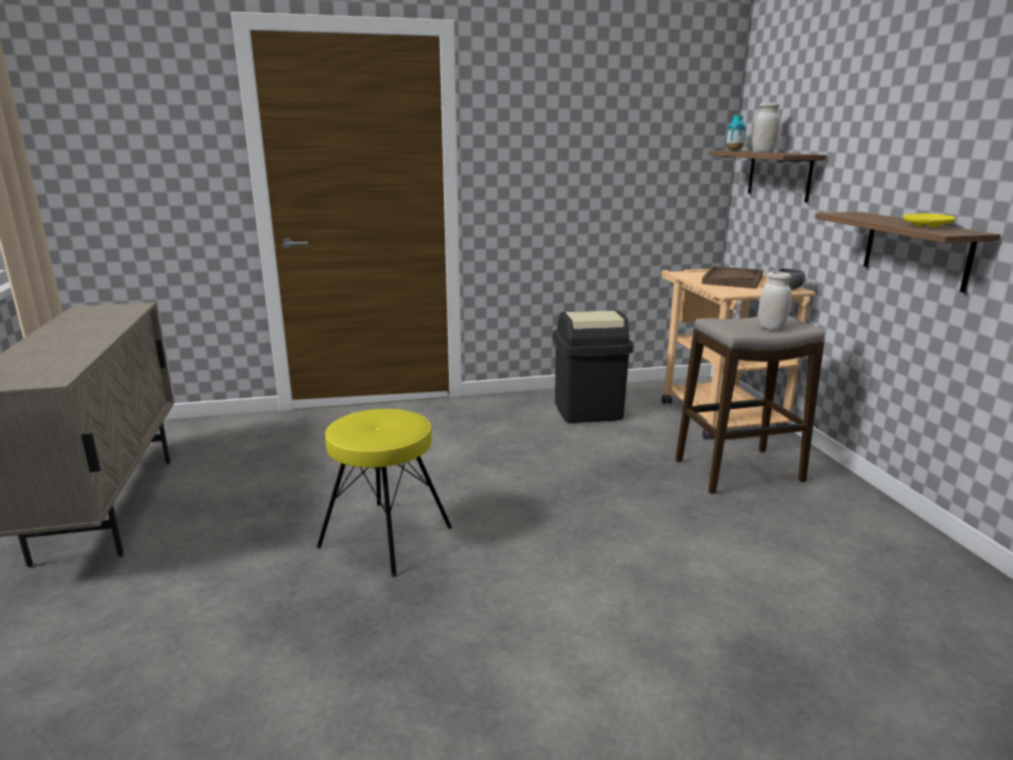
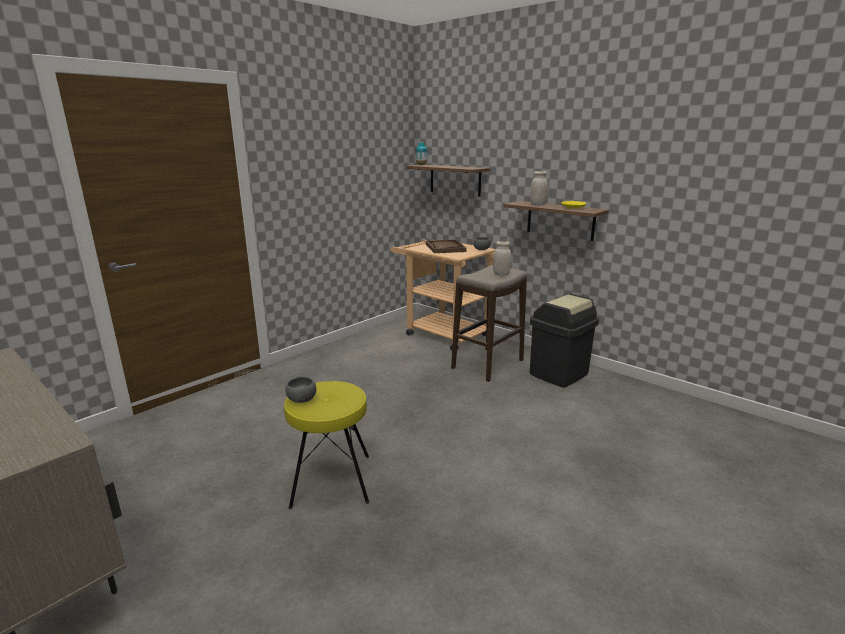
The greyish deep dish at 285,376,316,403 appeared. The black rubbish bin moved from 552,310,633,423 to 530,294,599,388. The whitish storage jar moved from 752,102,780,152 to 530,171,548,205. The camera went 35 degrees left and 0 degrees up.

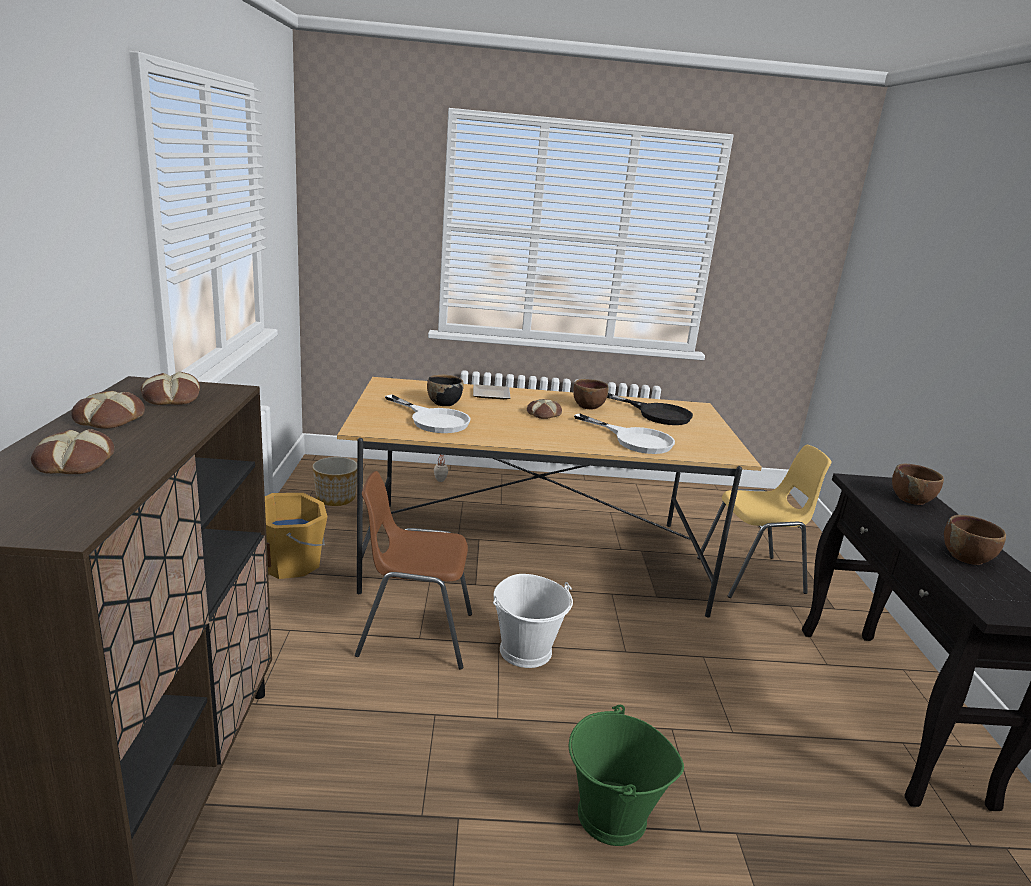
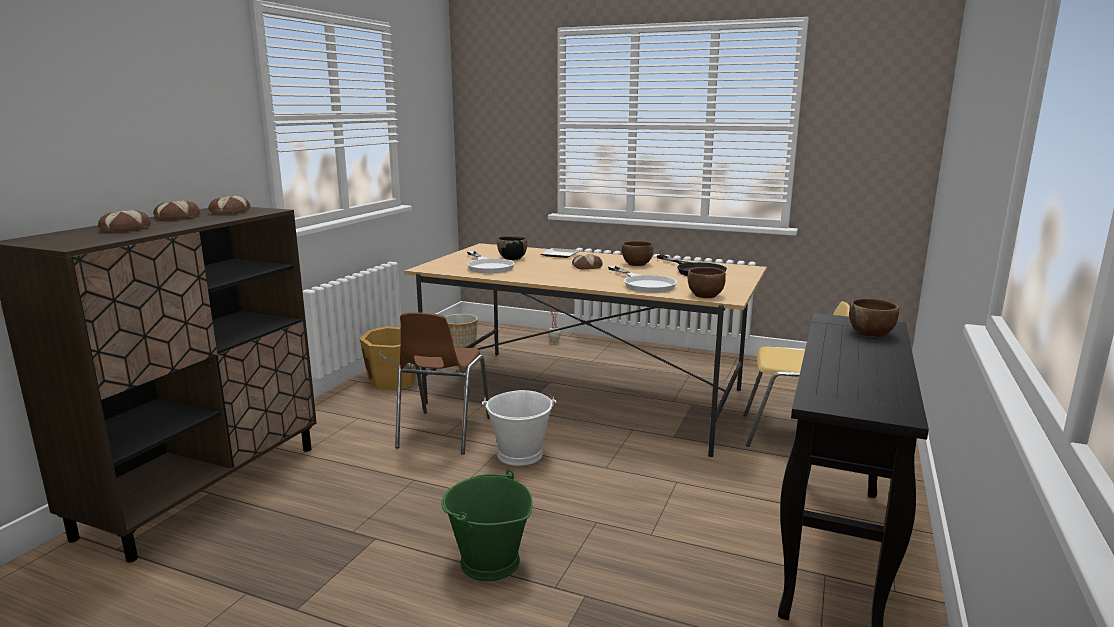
The brown-coloured deep dish moved from 944,515,1006,565 to 688,267,726,298. The brown-coloured chair at 355,471,472,669 turned 105 degrees counterclockwise. The camera went 25 degrees right and 5 degrees down.

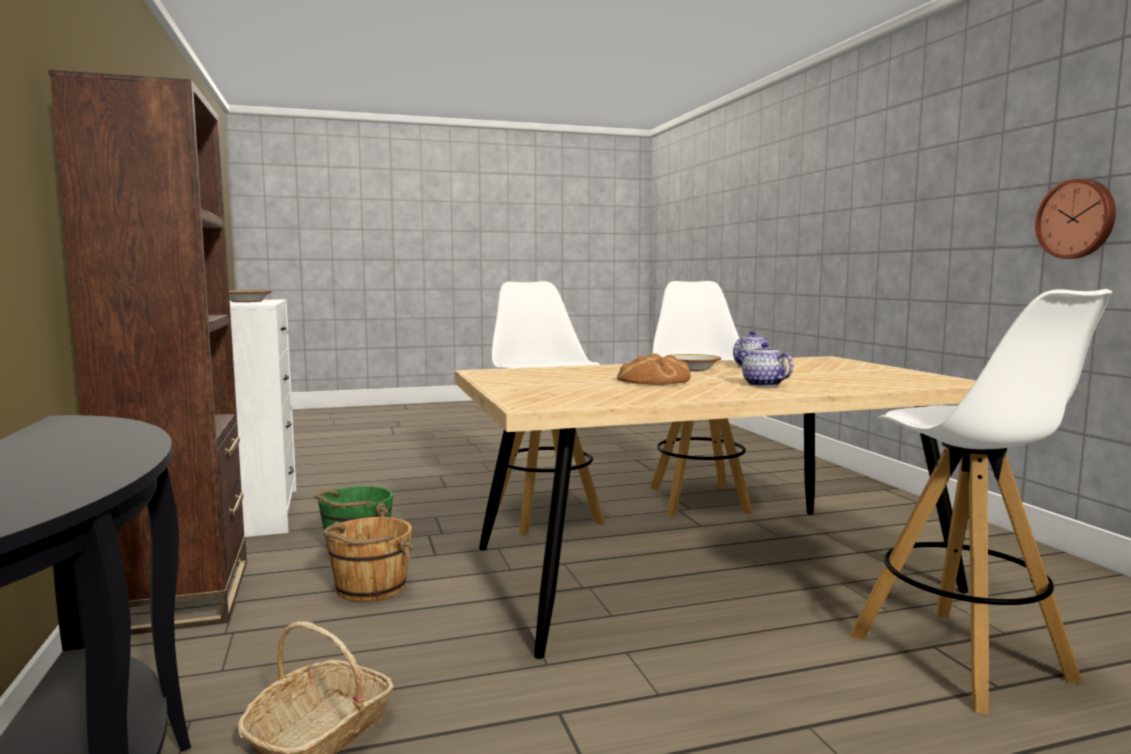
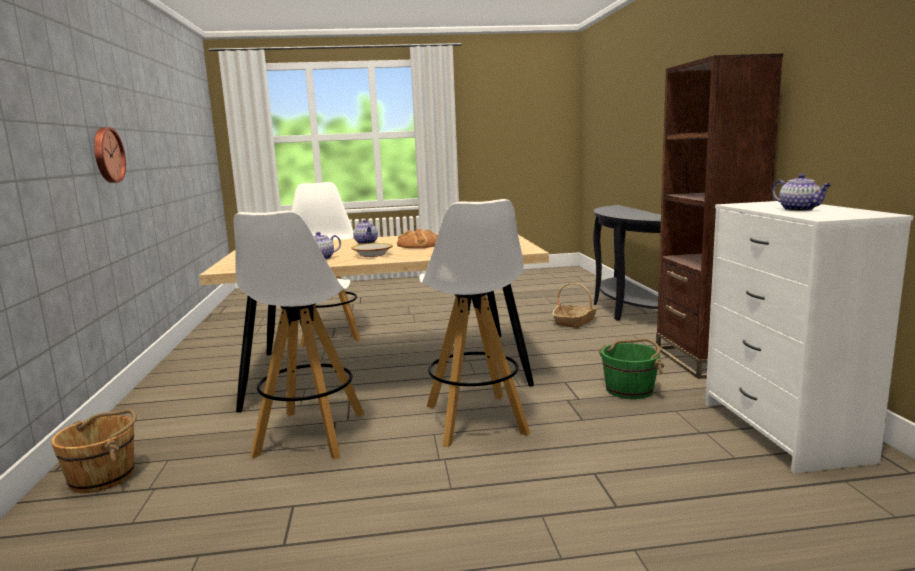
The brown-coloured water bucket moved from 323,517,413,602 to 51,409,137,493. The deep dish at 229,291,272,302 was replaced by the teapot at 772,174,832,211. The camera went 170 degrees left and 5 degrees up.

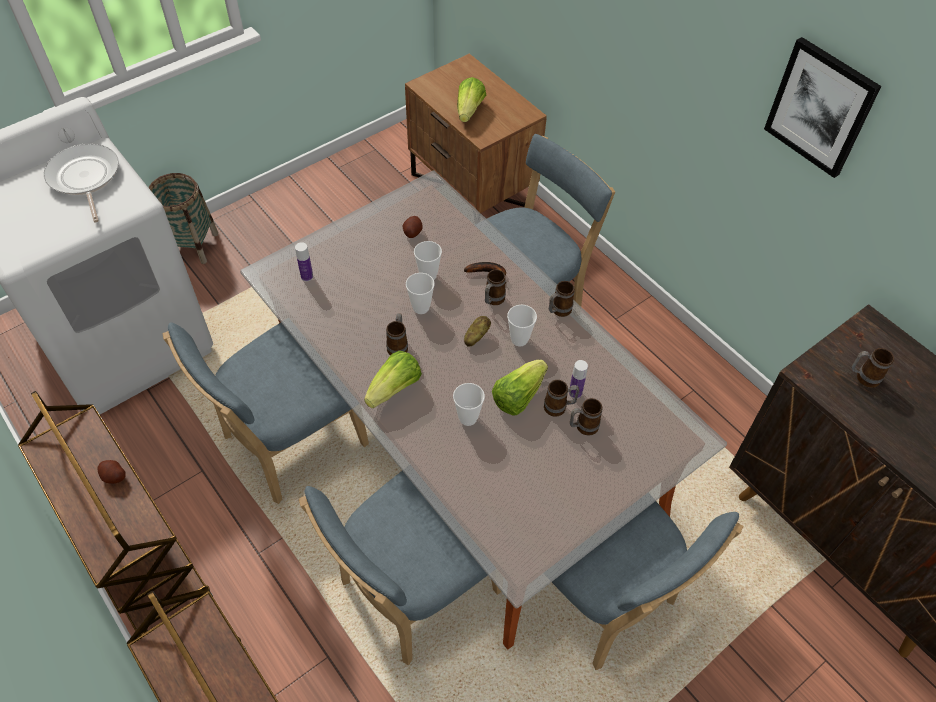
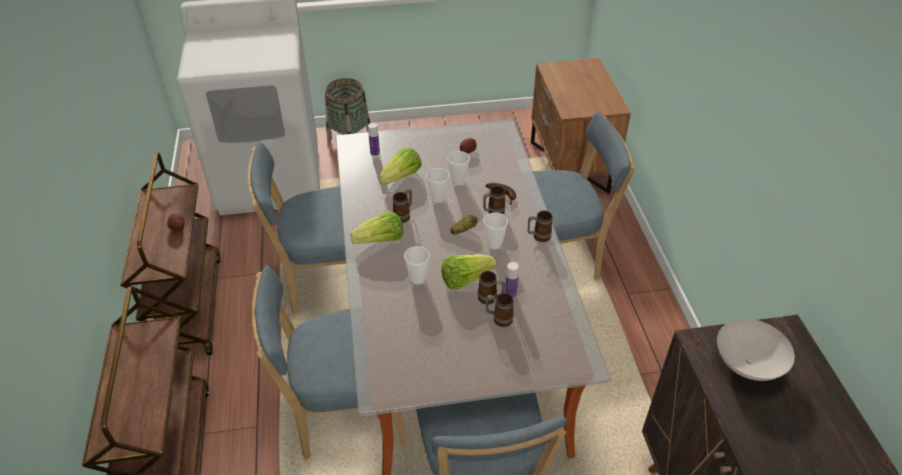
The frying pan at 44,143,119,223 disappeared. The wall picture at 764,37,881,178 disappeared. The lettuce head moved from 457,77,486,122 to 379,148,422,185. The tea mug at 852,348,894,388 was replaced by the whitish deep dish at 717,319,795,381. The camera went 30 degrees right and 10 degrees down.

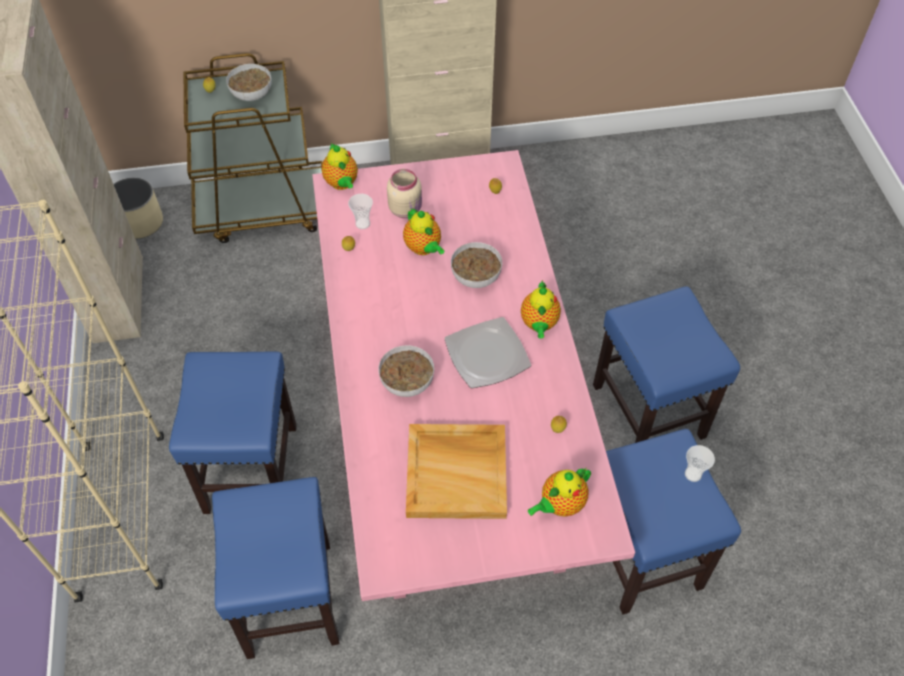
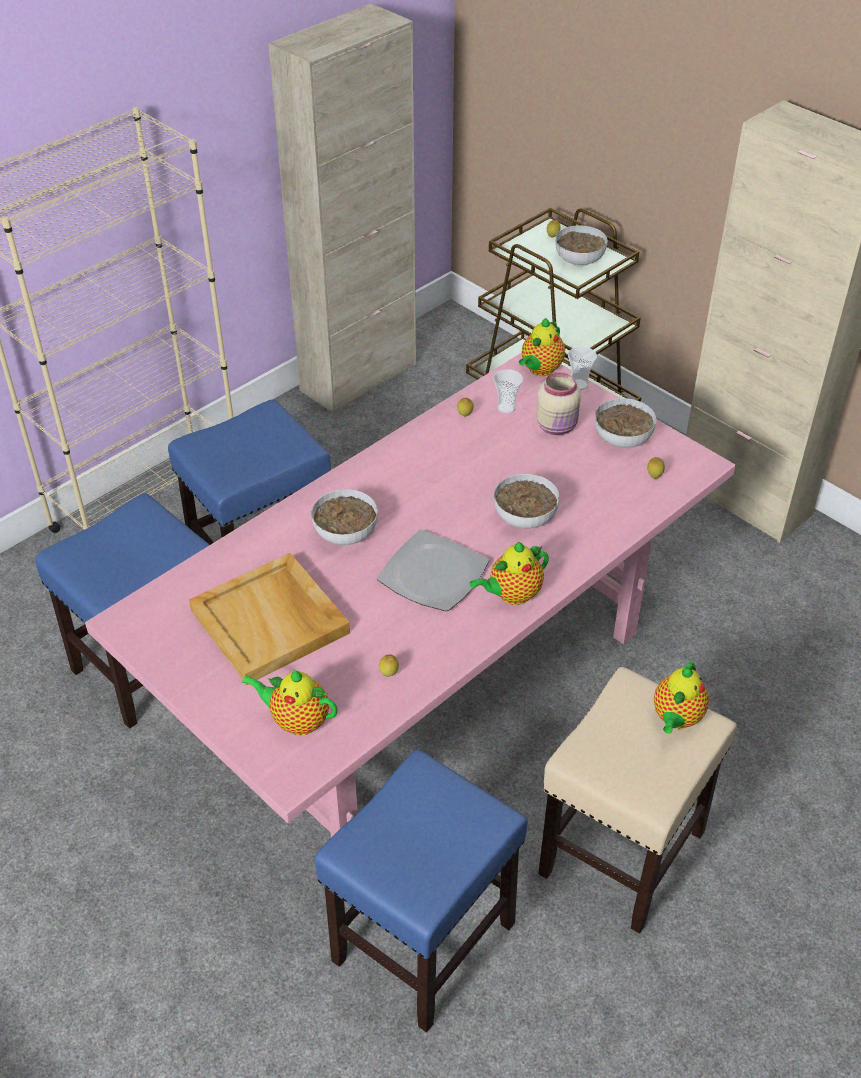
The beige-coloured planter at 114,177,163,239 disappeared. The deep dish at 595,398,656,448 appeared. The teapot moved from 403,208,444,255 to 654,661,709,734. The small cup moved from 685,445,715,482 to 568,347,597,390. The blue sitting stool at 593,286,740,443 became the beige-coloured sitting stool at 538,667,737,933. The camera went 55 degrees right and 10 degrees down.

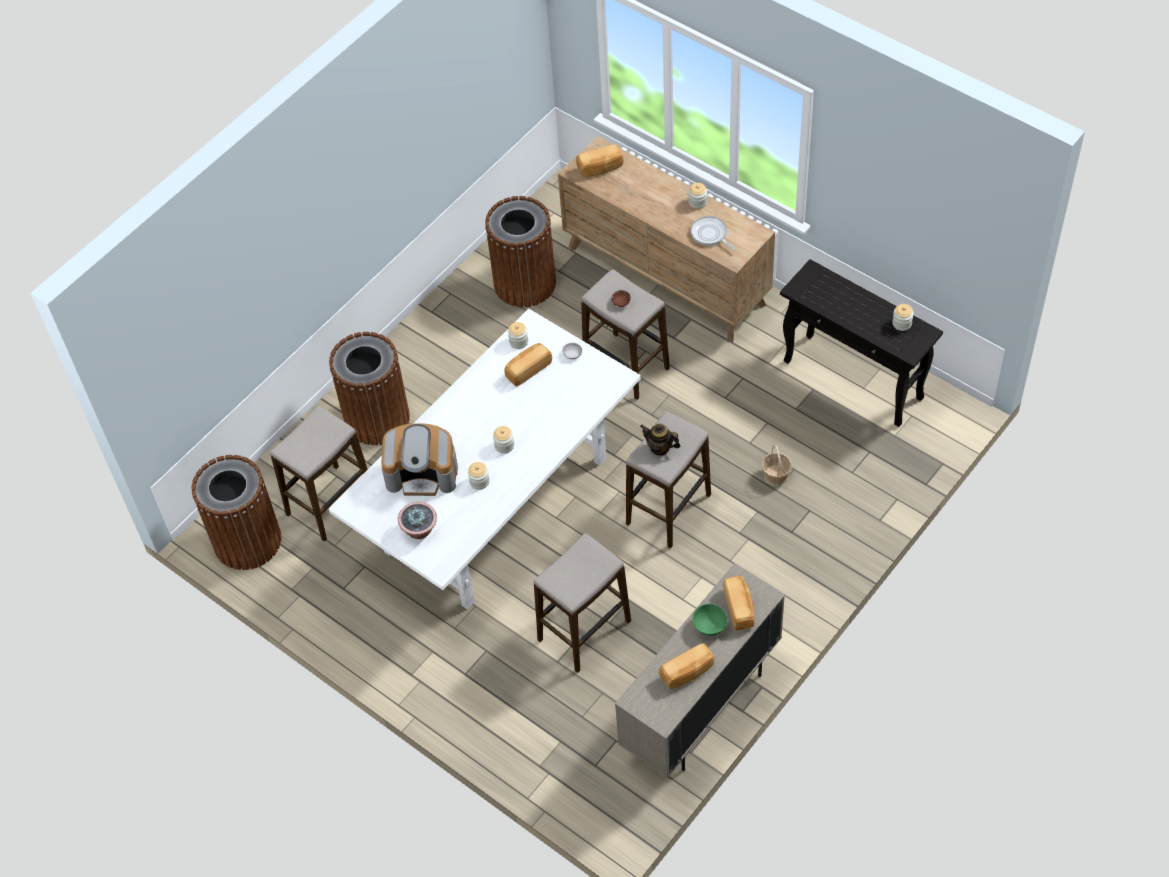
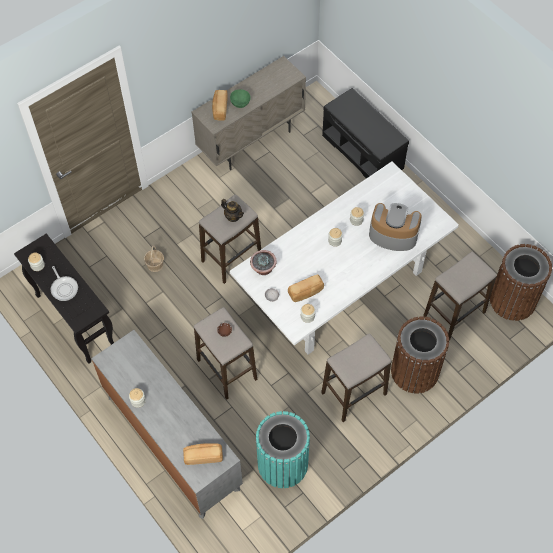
The bakery bread at 659,643,715,689 disappeared. The black bench at 322,88,409,178 appeared. The plant in a pot moved from 398,502,437,539 to 250,250,277,275. The sitting stool moved from 534,533,631,673 to 321,333,391,422. The frying pan moved from 691,216,737,251 to 51,266,78,301. The brown-coloured rubbish bin at 485,196,556,307 became the turquoise rubbish bin at 256,411,310,488. The brown-coloured dresser at 558,136,775,342 became the greyish dresser at 91,330,243,519. The camera went 170 degrees left and 5 degrees up.

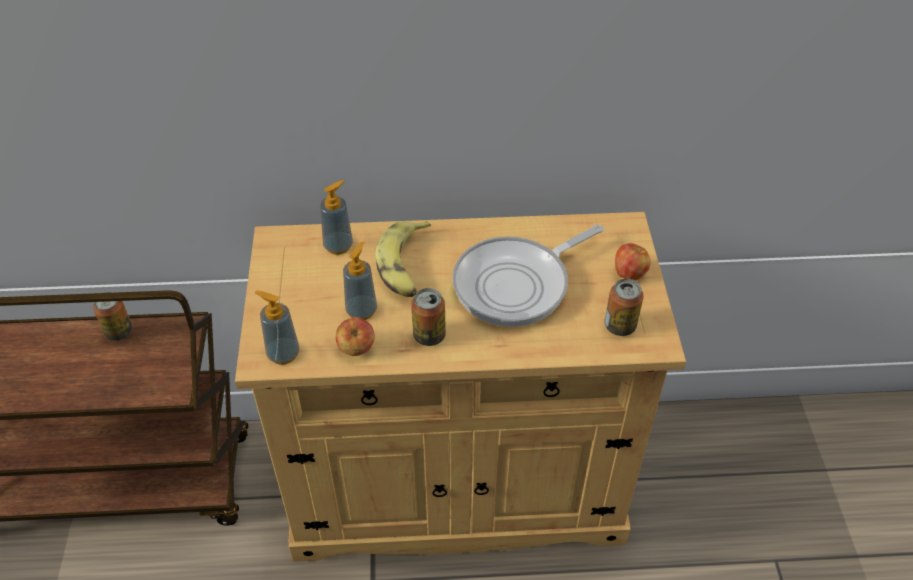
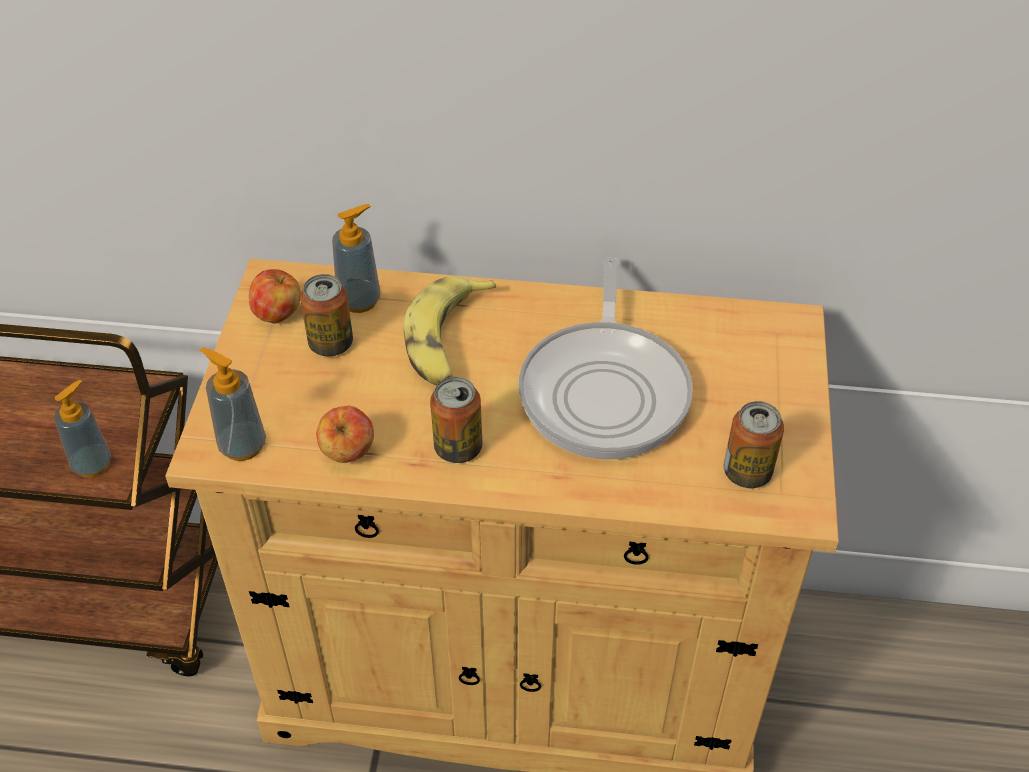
The sealed can moved from 93,292,132,341 to 300,274,353,357. The soap dispenser moved from 343,241,377,320 to 54,380,111,478. The apple fruit moved from 615,243,651,281 to 249,269,301,323. The frying pan at 452,224,604,327 turned 60 degrees counterclockwise. The camera went 10 degrees right and 0 degrees up.

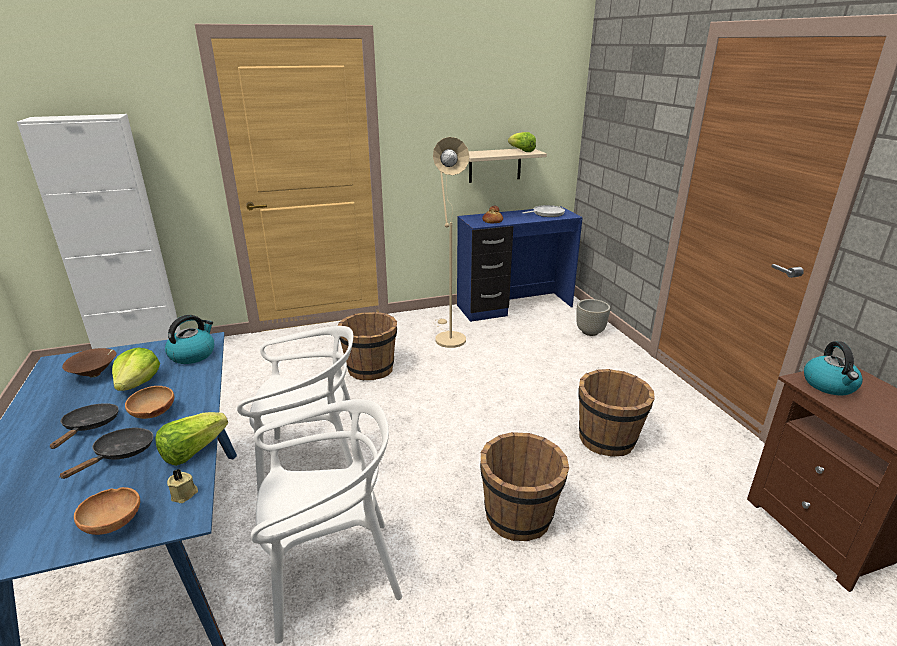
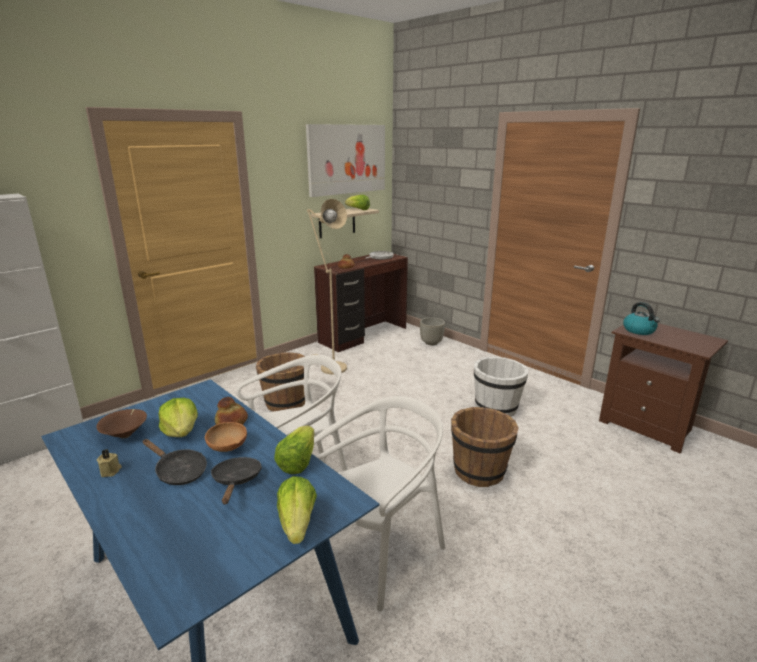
The tea kettle at 165,315,214,364 disappeared. The bakery bread at 215,397,248,425 appeared. The wall picture at 306,124,385,197 appeared. The beige-coloured candle moved from 167,469,198,503 to 97,449,122,477. The brown-coloured deep dish at 74,487,140,535 was replaced by the lettuce head at 277,476,317,544. The blue desk unit at 457,206,582,322 became the brown-coloured desk unit at 314,254,408,352. The brown-coloured water bucket at 579,369,655,457 became the whitish water bucket at 474,357,528,417. The black frying pan at 50,403,119,449 turned 150 degrees clockwise. The camera went 25 degrees left and 5 degrees down.

